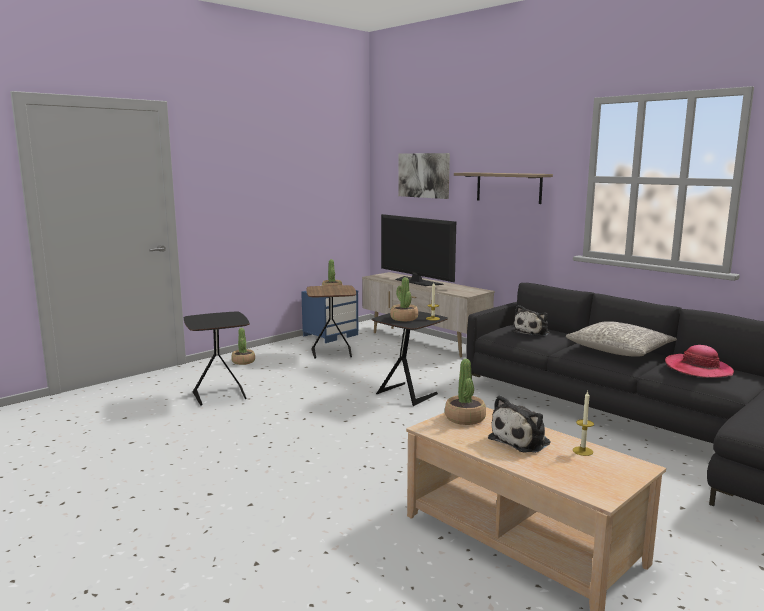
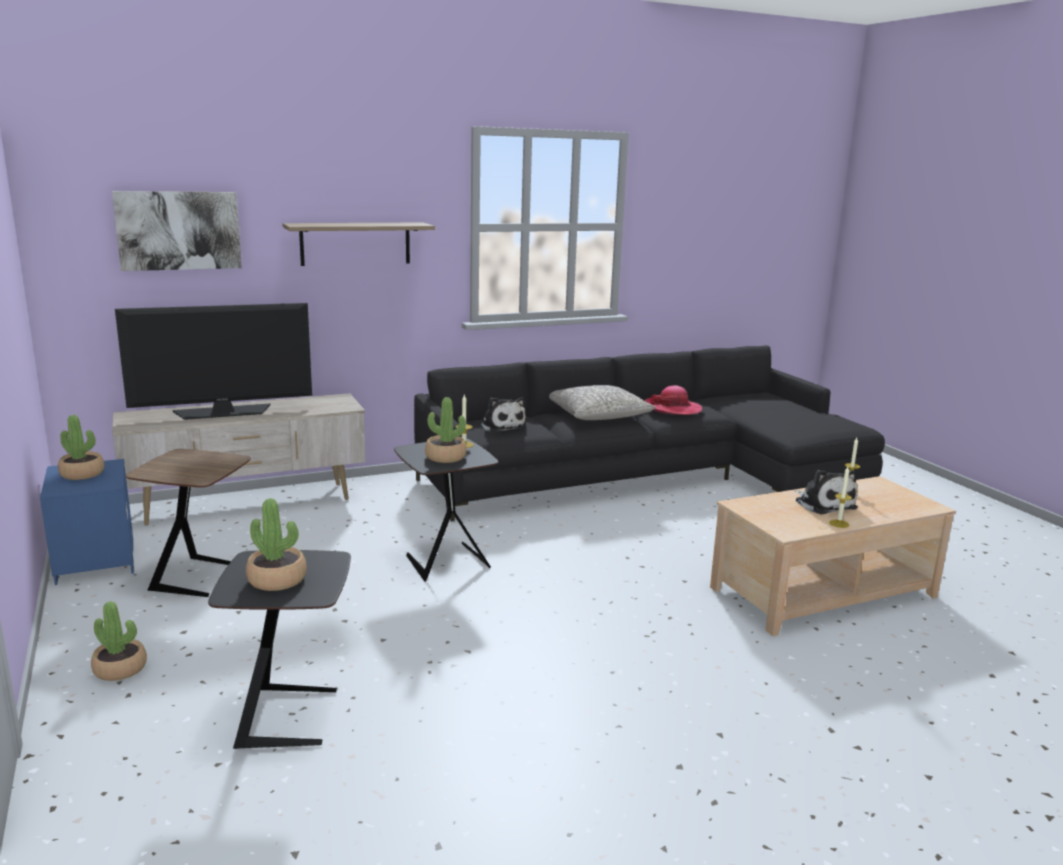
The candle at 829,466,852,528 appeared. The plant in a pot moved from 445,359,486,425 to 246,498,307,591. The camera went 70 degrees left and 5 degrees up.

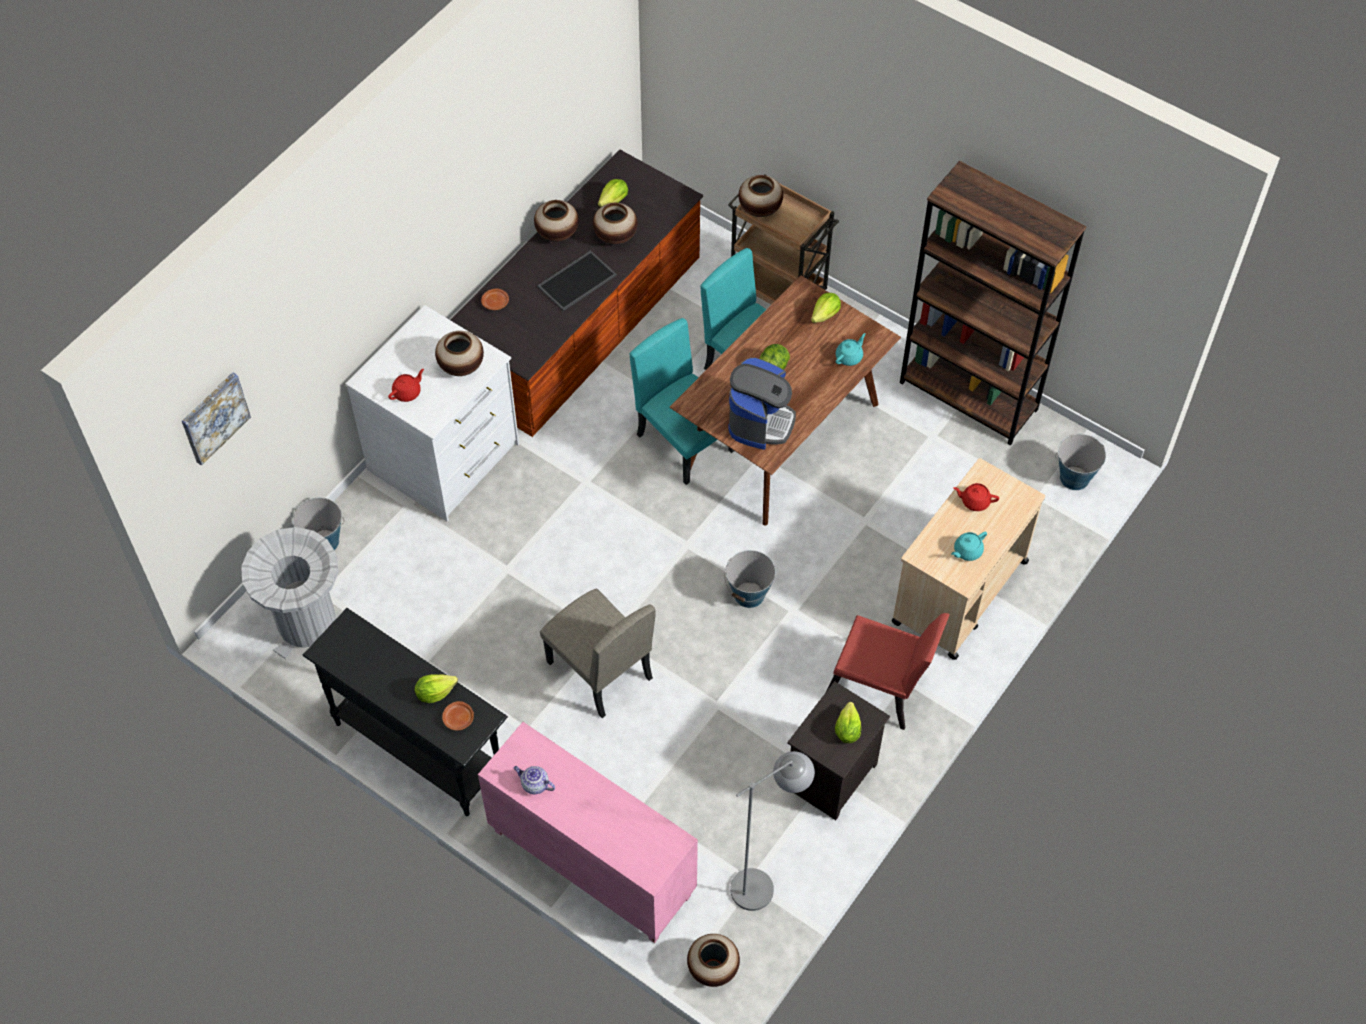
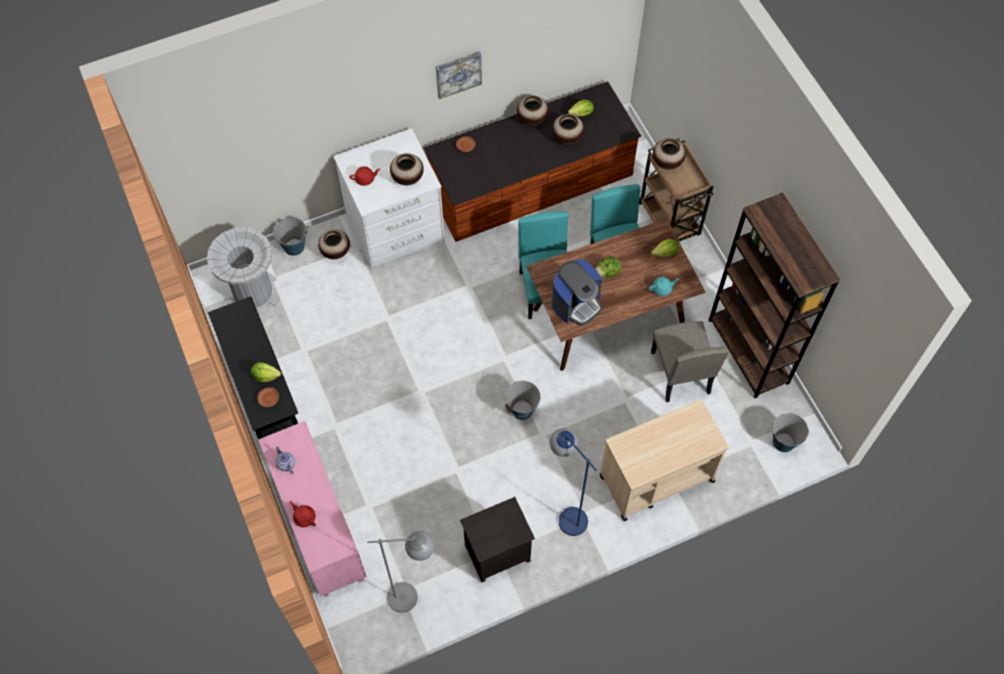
The tray at 537,250,617,311 disappeared. The lettuce head at 835,702,861,743 disappeared. The turquoise teapot at 951,532,987,561 disappeared. The wall picture moved from 182,372,251,466 to 436,51,482,99. The beige-coloured chair moved from 540,589,656,718 to 651,321,729,402. The decorative vase moved from 687,934,740,987 to 318,229,350,259. The reddish teapot moved from 953,483,999,511 to 290,501,316,527. The reddish chair at 827,613,950,730 was replaced by the blue floor lamp at 550,428,597,536. The camera went 30 degrees right and 5 degrees up.

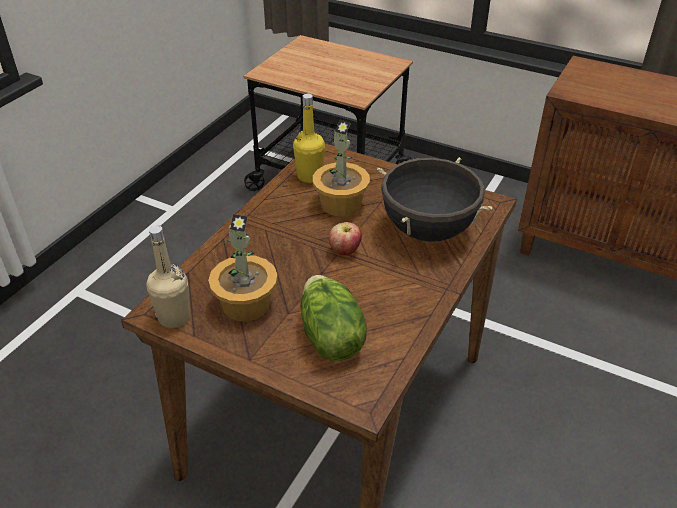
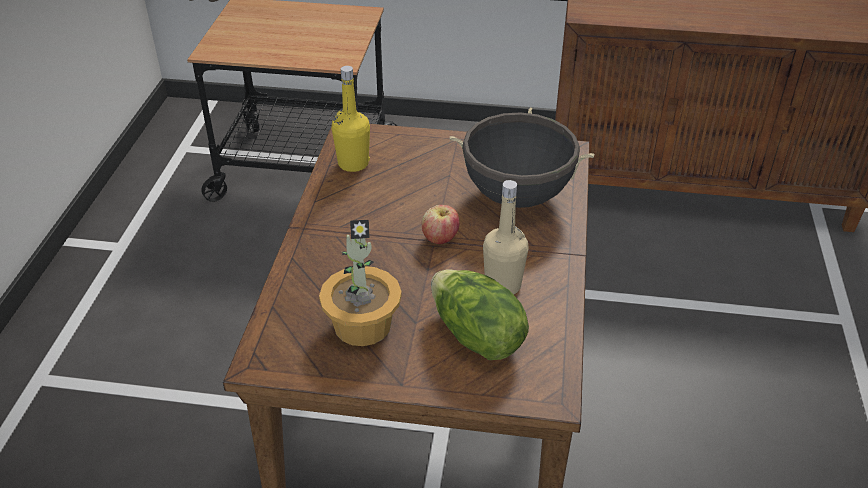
The plant in a pot at 313,120,370,216 disappeared. The beige-coloured drink bottle moved from 146,225,190,328 to 483,180,528,295. The camera went 20 degrees left and 0 degrees up.

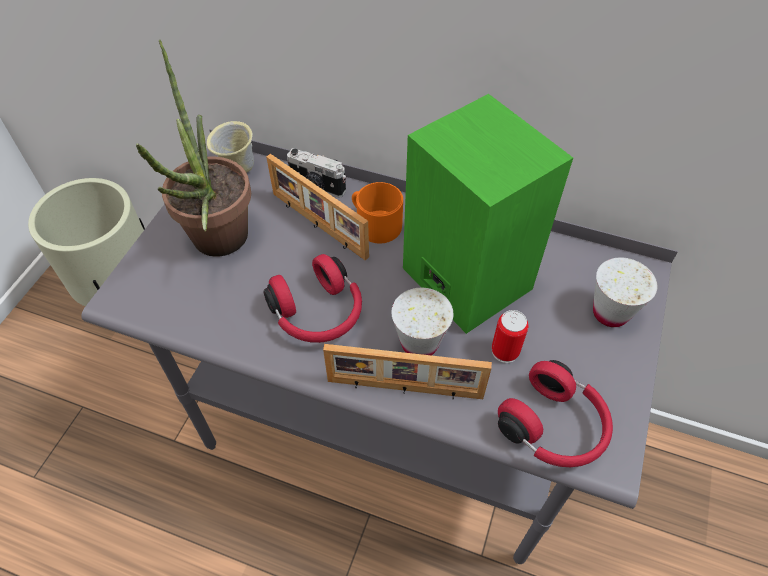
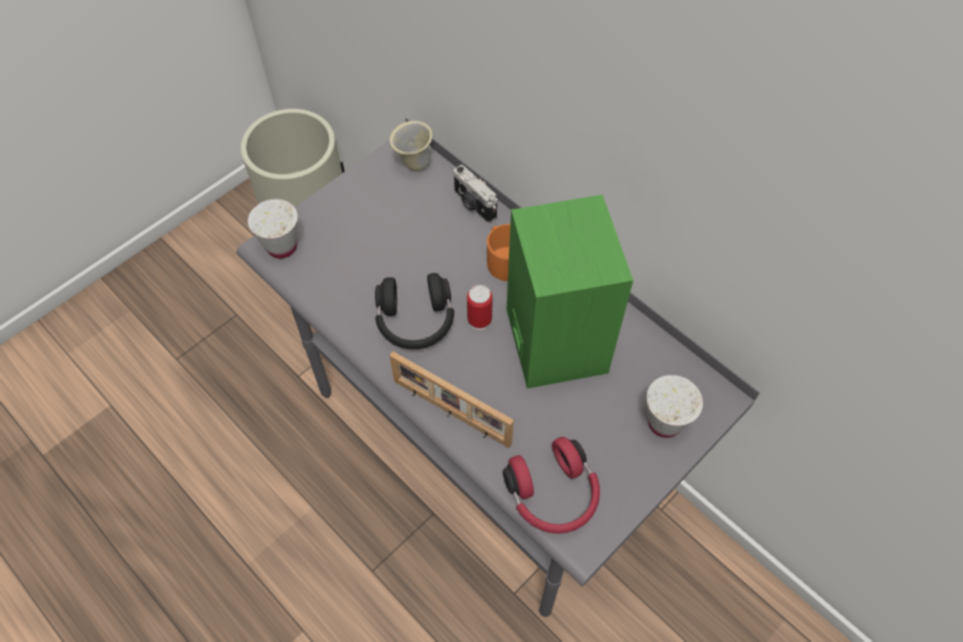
The plant in a pot at 136,40,251,257 disappeared. The picture frame at 266,154,369,260 disappeared. The whitish small cup moved from 391,288,453,356 to 248,199,298,259. The sealed can moved from 492,310,529,363 to 467,285,493,330. The reddish pair of headphones at 264,254,362,343 became the black pair of headphones at 375,273,454,349. The camera went 25 degrees right and 5 degrees up.

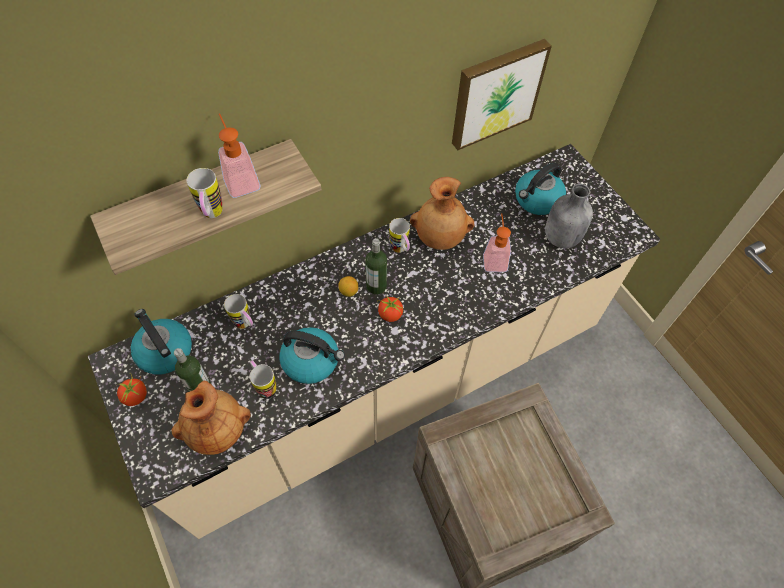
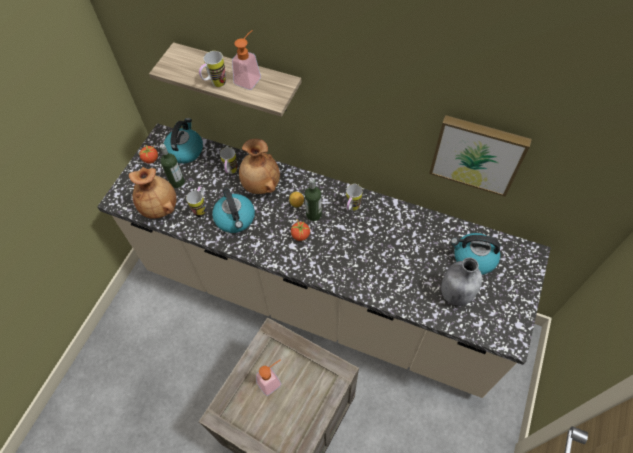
The brown-coloured decorative vase moved from 410,177,474,250 to 239,138,280,194. The soap dispenser moved from 483,213,511,272 to 256,359,281,396. The camera went 55 degrees right and 0 degrees up.

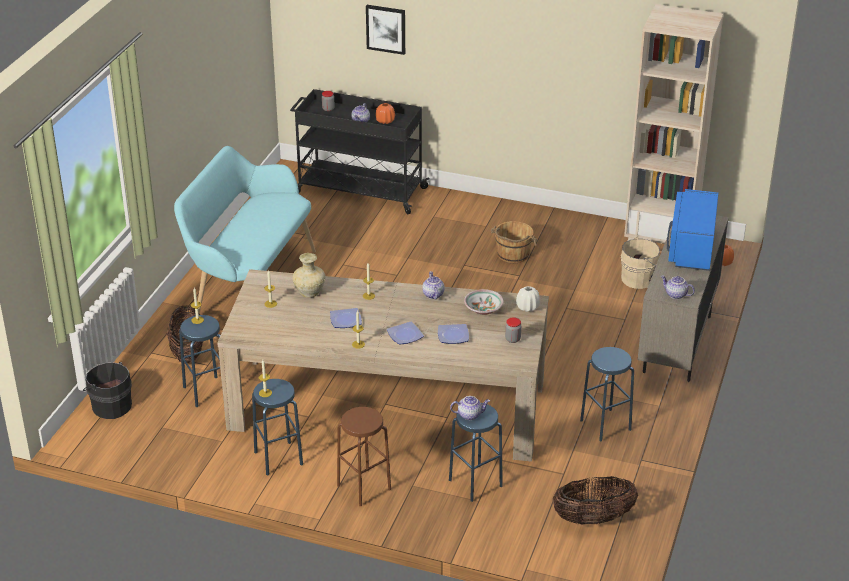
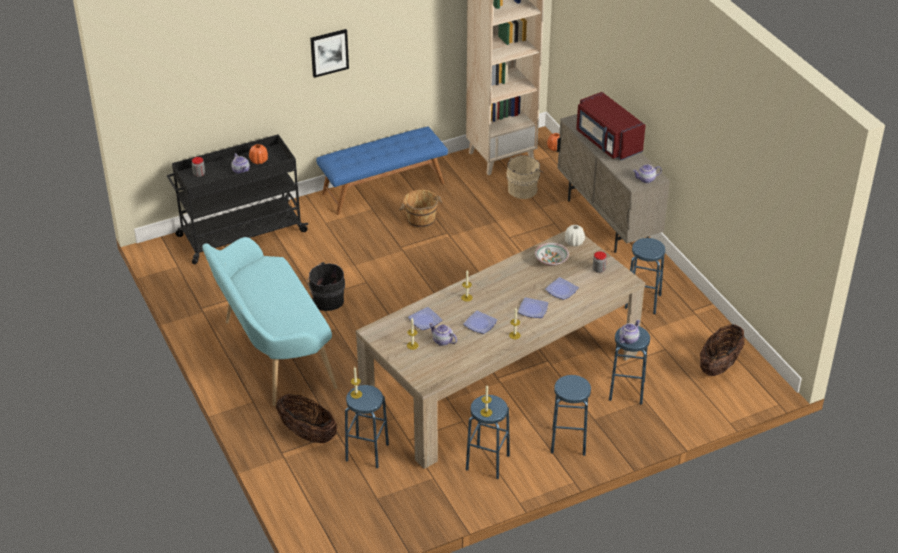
The blue bench at 316,127,448,215 appeared. The black water bucket moved from 83,362,132,419 to 308,262,345,311. The wall picture moved from 366,5,405,55 to 310,29,349,78. The teapot moved from 422,271,445,300 to 429,323,457,346. The beige-coloured decorative vase at 292,253,325,298 was replaced by the plate at 408,307,442,330. The brown-coloured sitting stool at 337,407,391,506 became the blue sitting stool at 551,375,591,456. The blue kitchen microwave at 667,189,718,271 became the reddish kitchen microwave at 576,92,646,160. The camera went 45 degrees left and 5 degrees up.

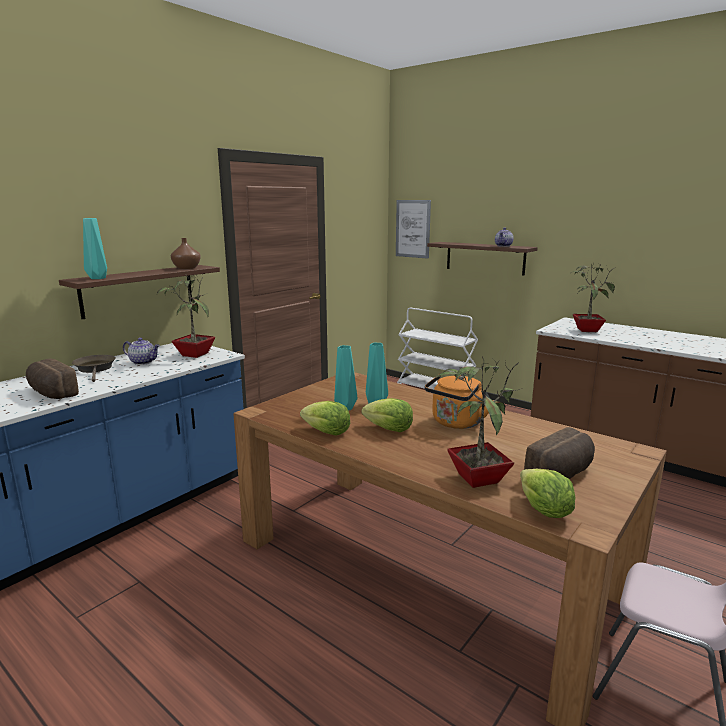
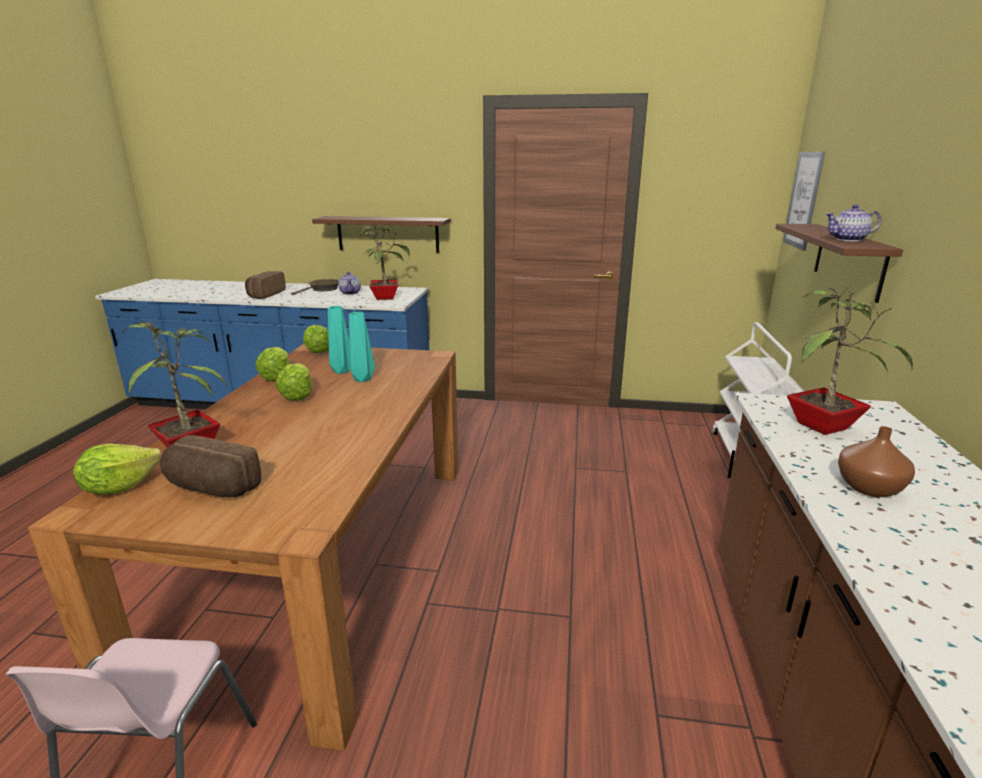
The turquoise decorative vase at 83,218,107,279 disappeared. The orange tea kettle at 425,374,492,429 disappeared. The lettuce head at 303,325,329,353 appeared. The brown-coloured decorative vase moved from 171,238,201,269 to 838,426,915,497. The camera went 60 degrees right and 5 degrees up.

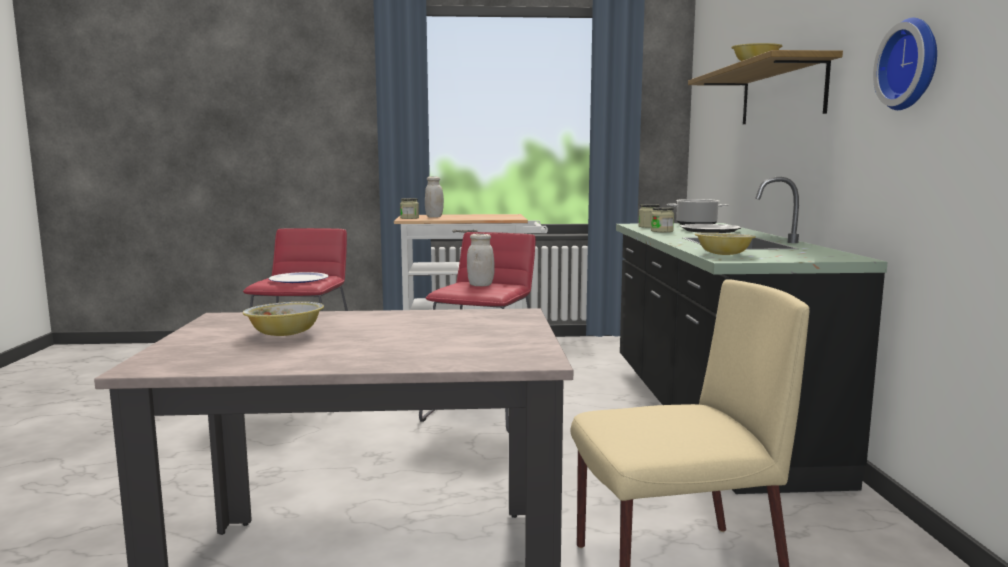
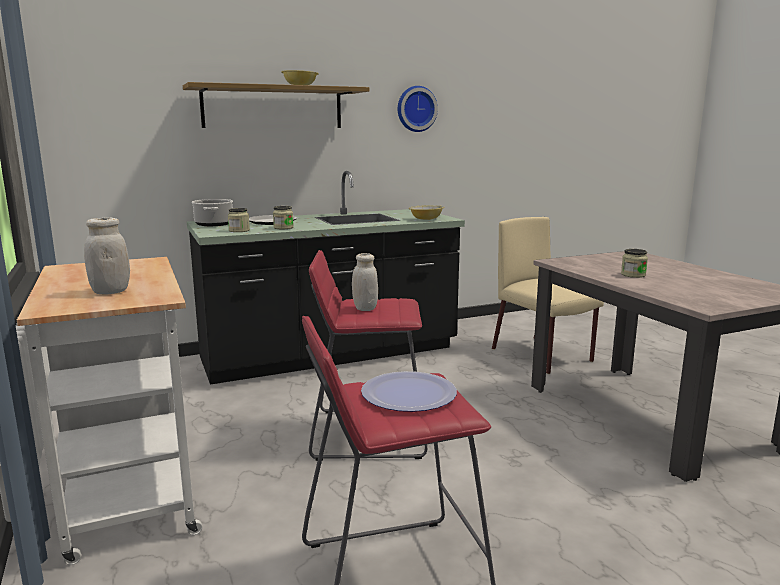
The deep dish at 243,302,324,336 disappeared. The storage jar moved from 400,198,419,219 to 621,249,648,278. The camera went 110 degrees left and 5 degrees up.

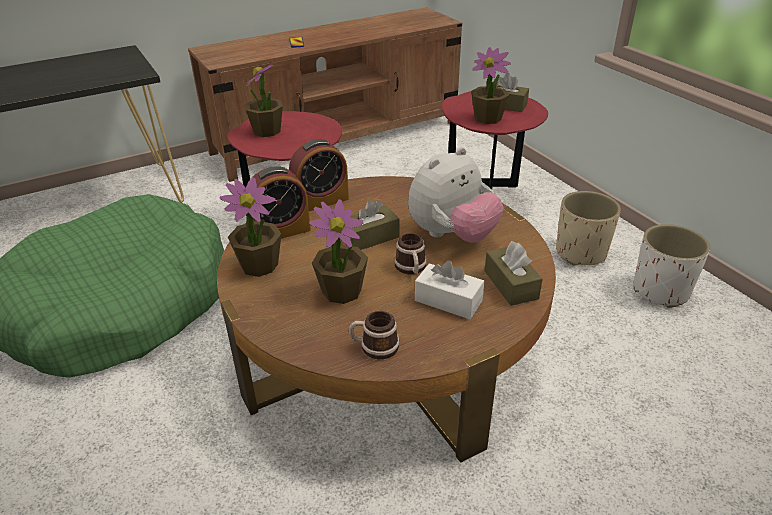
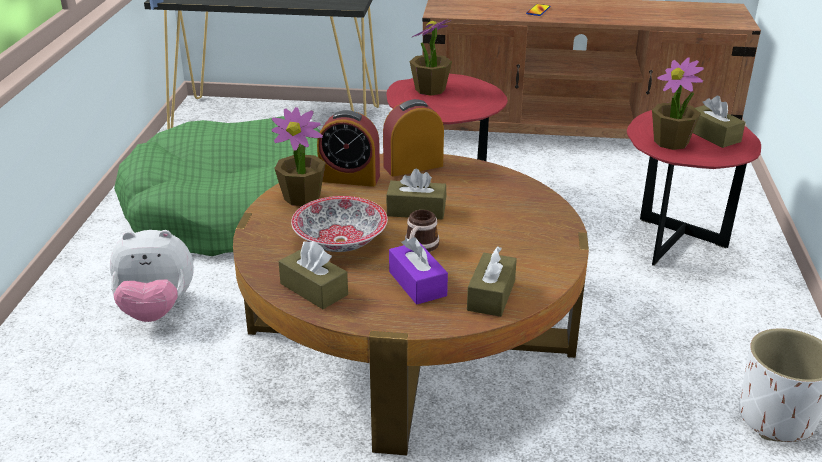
The beige-coloured planter at 556,191,621,266 disappeared. The soft toy moved from 408,147,504,243 to 110,230,194,322. The plant in a pot at 309,199,368,304 was replaced by the deep dish at 291,196,388,252. The tea mug at 349,311,399,359 was replaced by the brown-coloured box of tissues at 279,241,348,309. The whitish box of tissues at 415,260,484,319 became the purple-coloured box of tissues at 389,237,448,305. The bedside clock at 289,139,349,211 turned 150 degrees clockwise. The camera went 35 degrees right and 5 degrees down.

